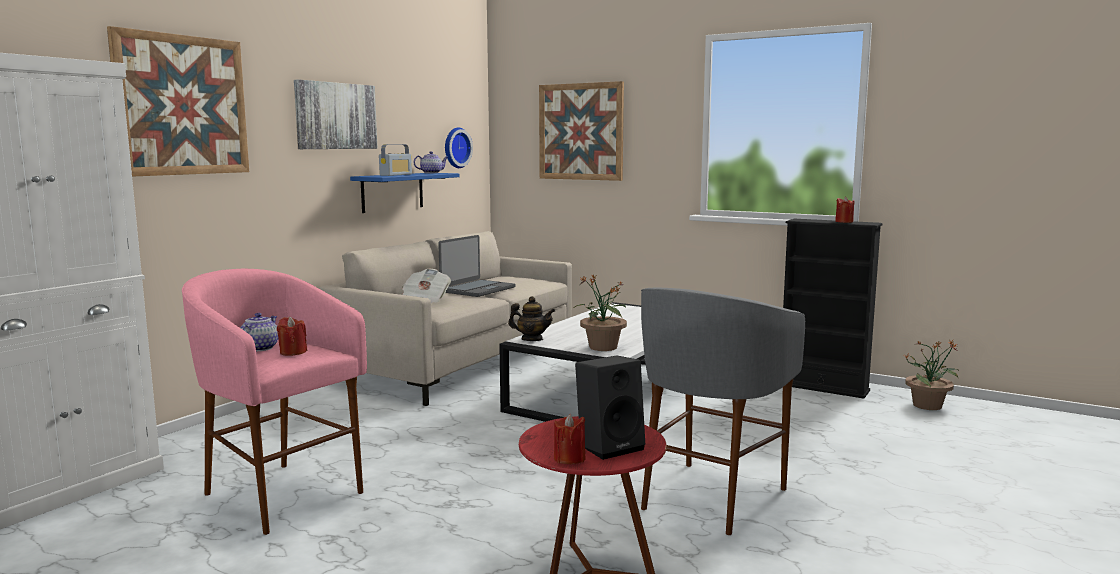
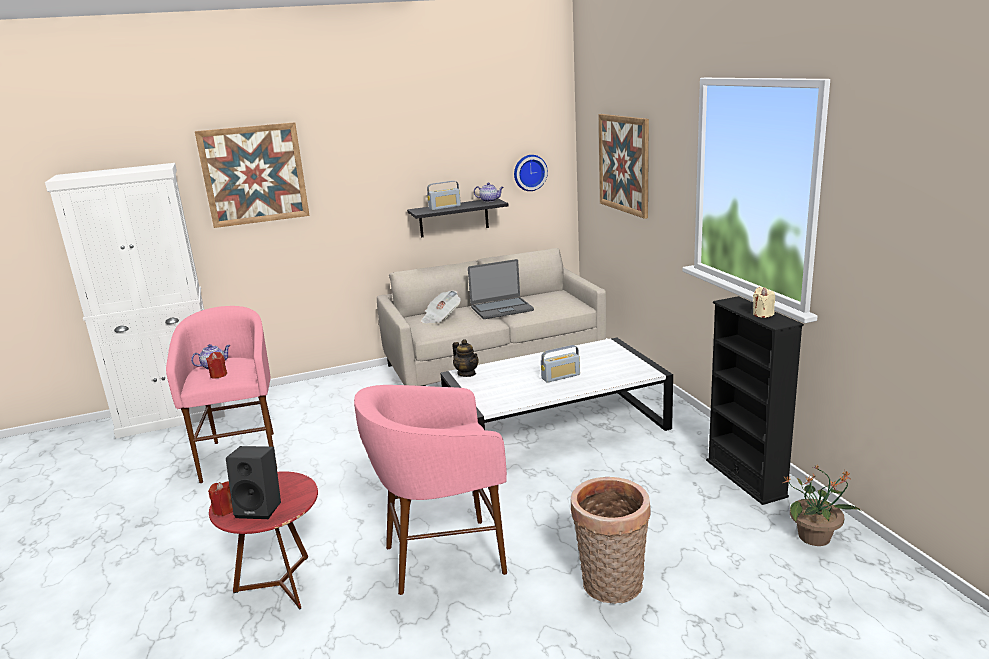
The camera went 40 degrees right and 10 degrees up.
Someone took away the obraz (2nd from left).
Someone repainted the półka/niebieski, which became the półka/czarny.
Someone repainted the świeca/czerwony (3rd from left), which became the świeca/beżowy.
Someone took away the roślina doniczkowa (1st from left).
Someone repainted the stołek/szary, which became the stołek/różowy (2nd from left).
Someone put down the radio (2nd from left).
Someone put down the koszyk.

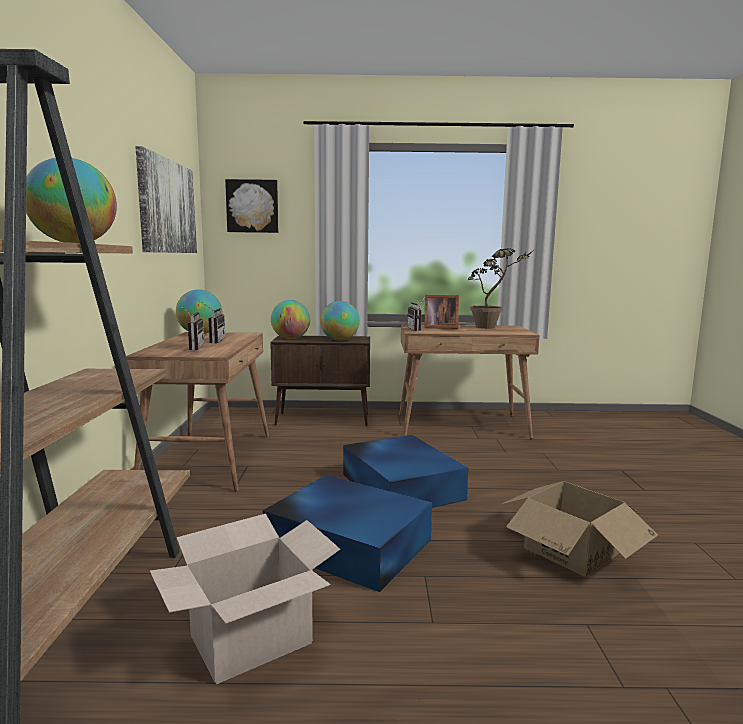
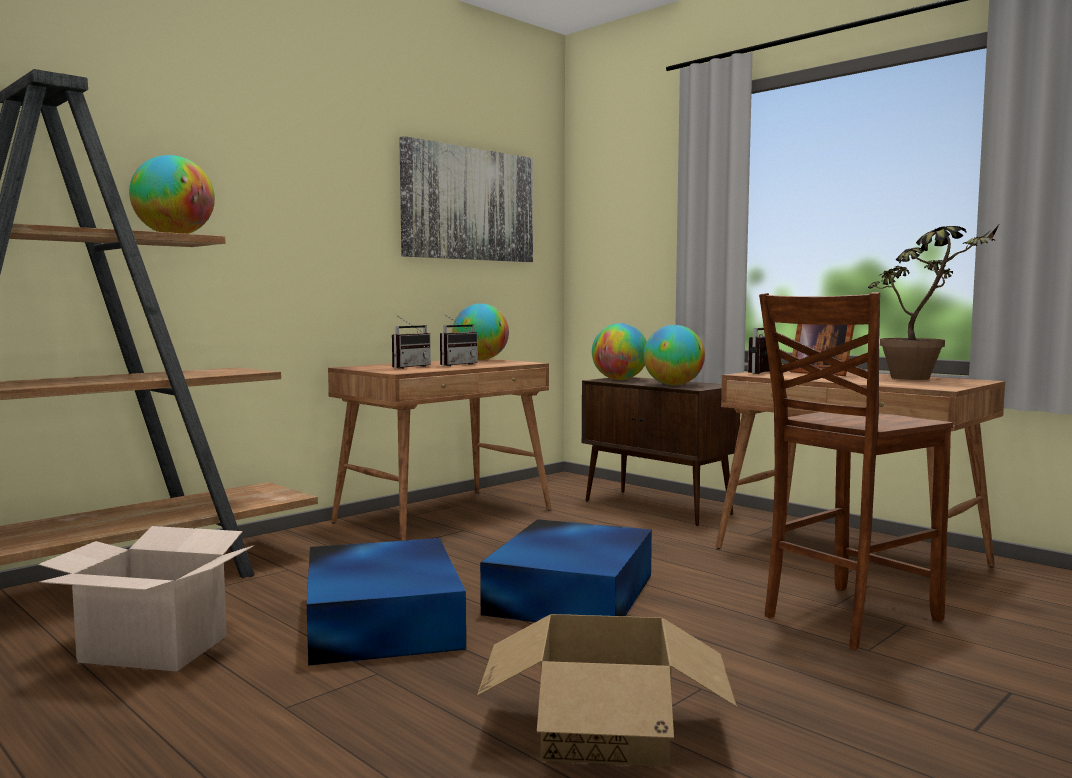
The camera went 45 degrees right and 5 degrees down.
Someone took away the obraz (2nd from left).
Someone put down the krzesło/brązowy.

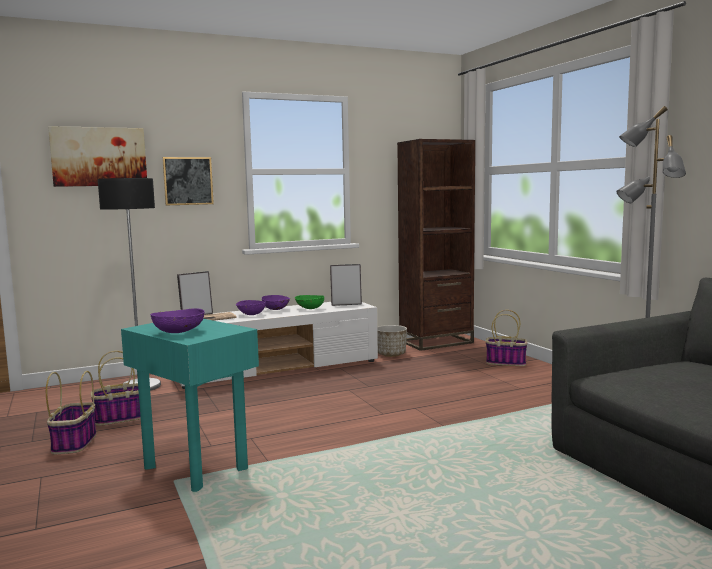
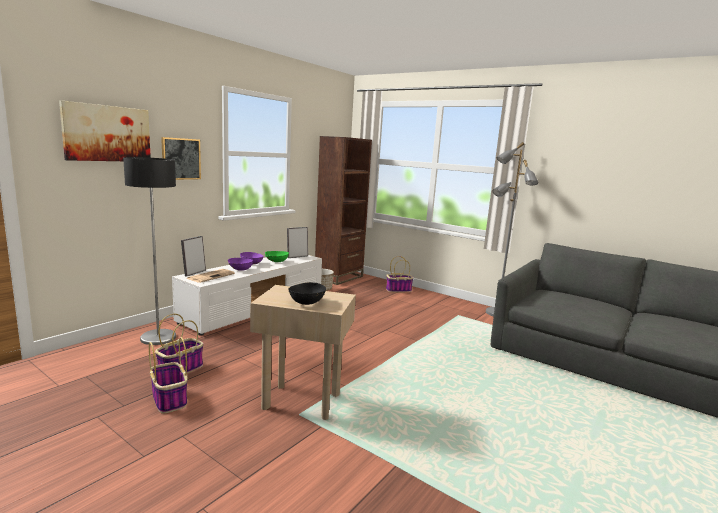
The camera went 30 degrees left and 5 degrees up.
Someone repainted the miska/fioletowy (1st from left), which became the miska/czarny.
Someone repainted the stolik/turkusowy, which became the stolik/beżowy.

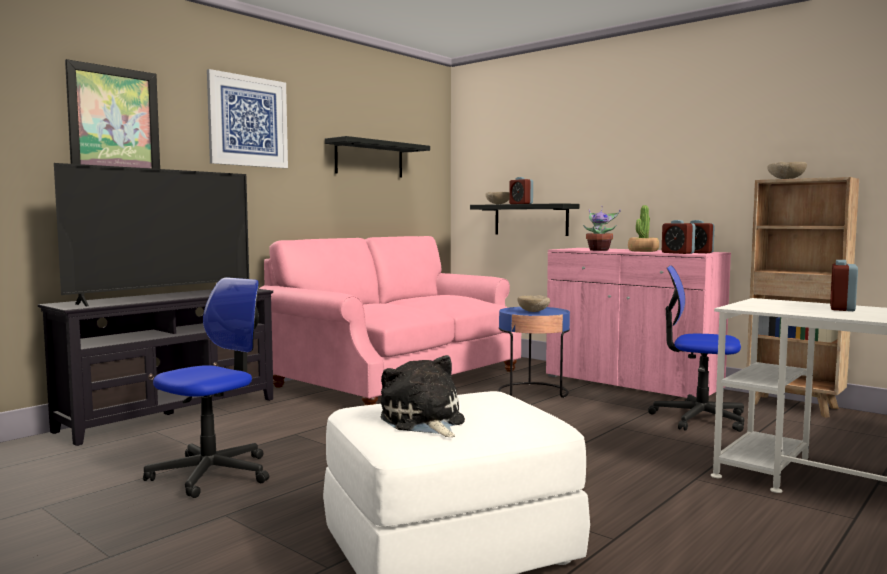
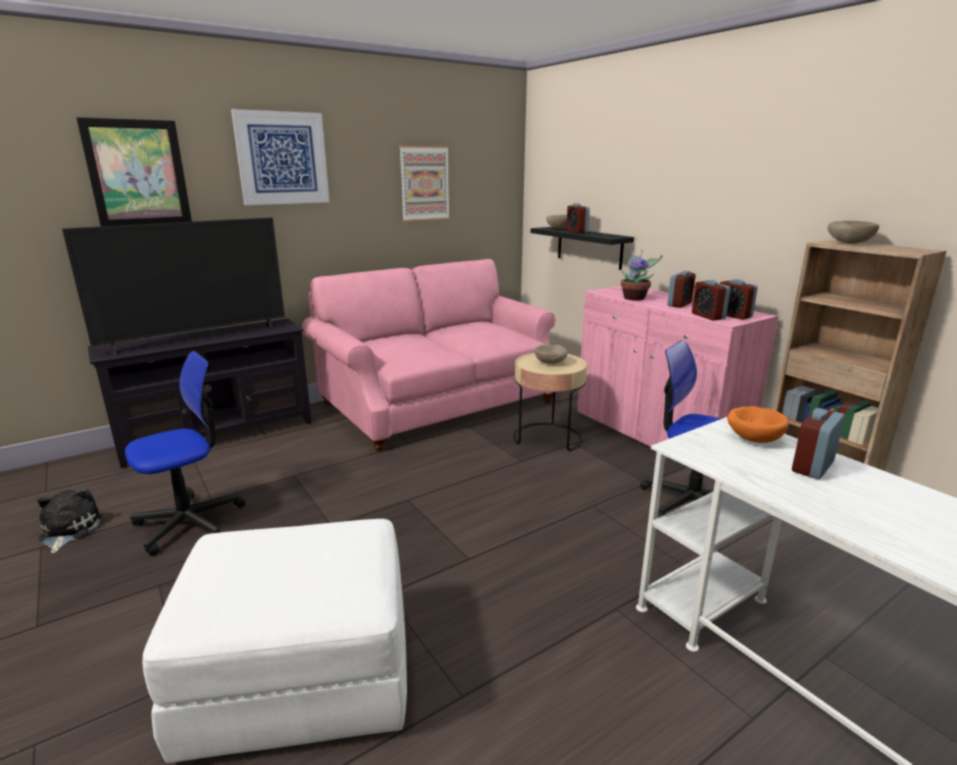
The camera went 15 degrees right and 15 degrees up.
Someone swapped the półka/czarny (1st from left) for the obraz (3rd from left).
Someone swapped the roślina doniczkowa (2nd from left) for the budzik (2nd from left).
Someone repainted the stolik/niebieski, which became the stolik/beżowy.
Someone carried the pluszak.
Someone put down the miska/pomarańczowy.

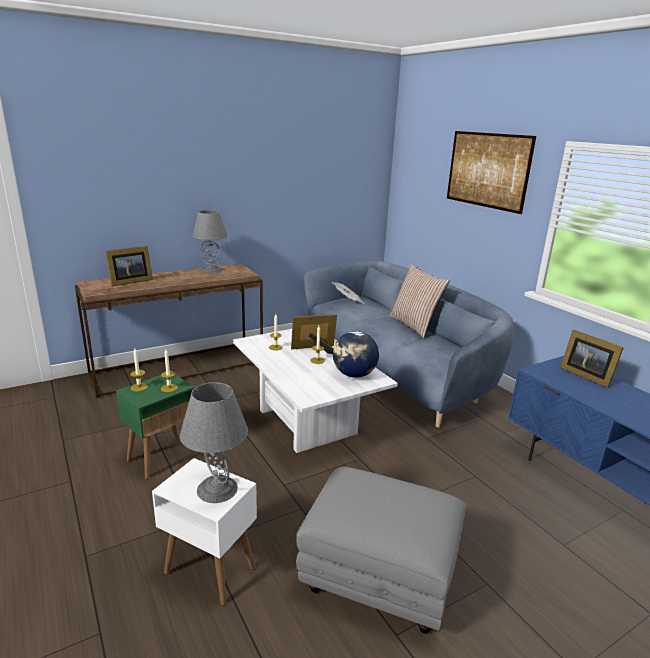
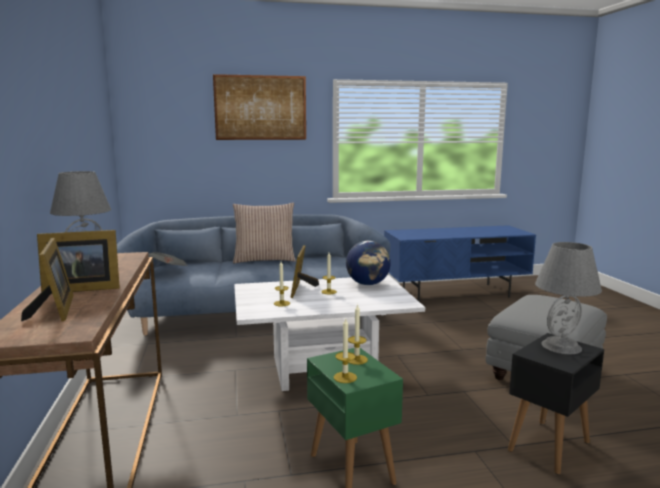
The camera went 70 degrees left and 10 degrees down.
Someone carried the ramka na zdjęcie (3rd from left in the first image).
Someone repainted the stolik/biały, which became the stolik/czarny.

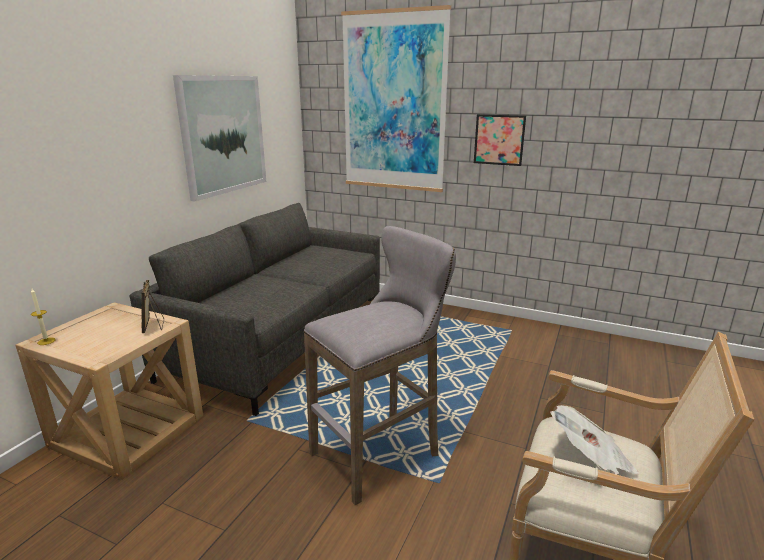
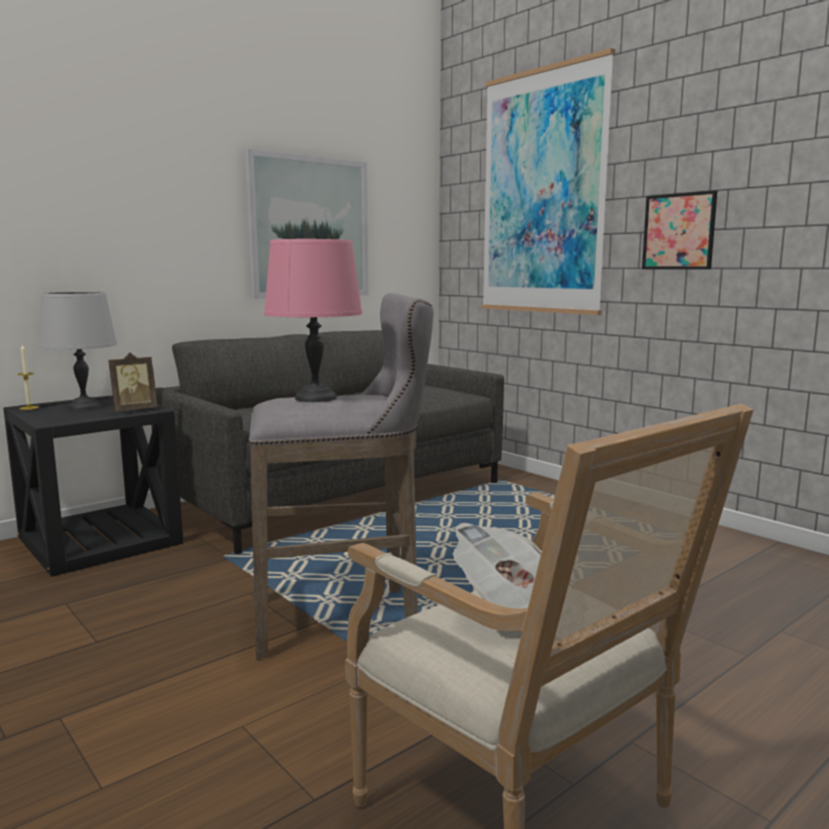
The camera went 25 degrees right and 10 degrees down.
Someone rotated the ramka na zdjęcie by 135 degrees counterclockwise.
Someone repainted the stolik/beżowy, which became the stolik/czarny.
Someone put down the lampa stołowa/różowy.
Someone put down the lampa stołowa/szary.

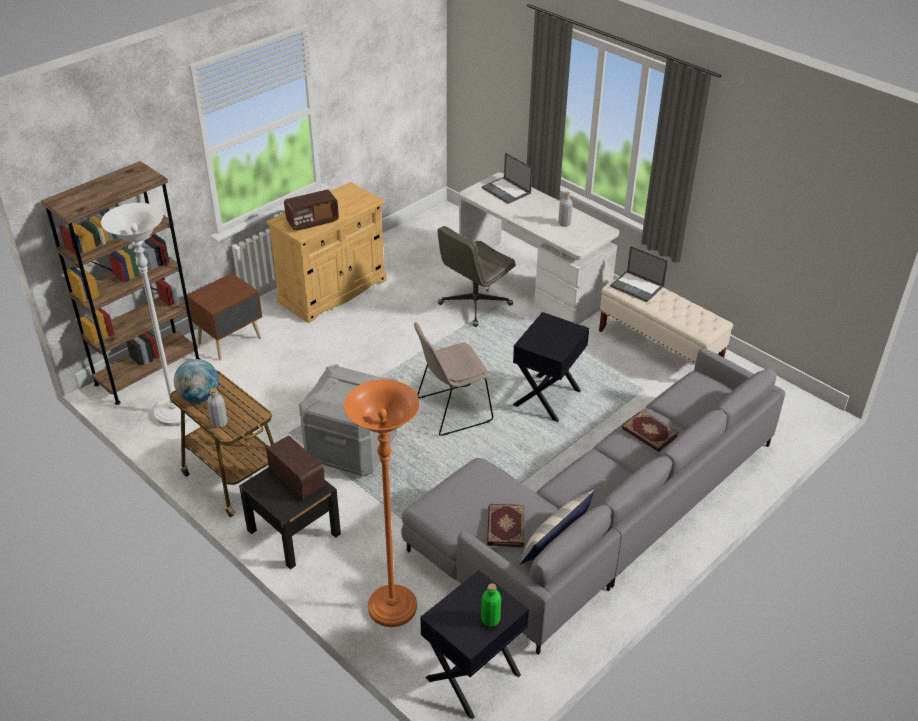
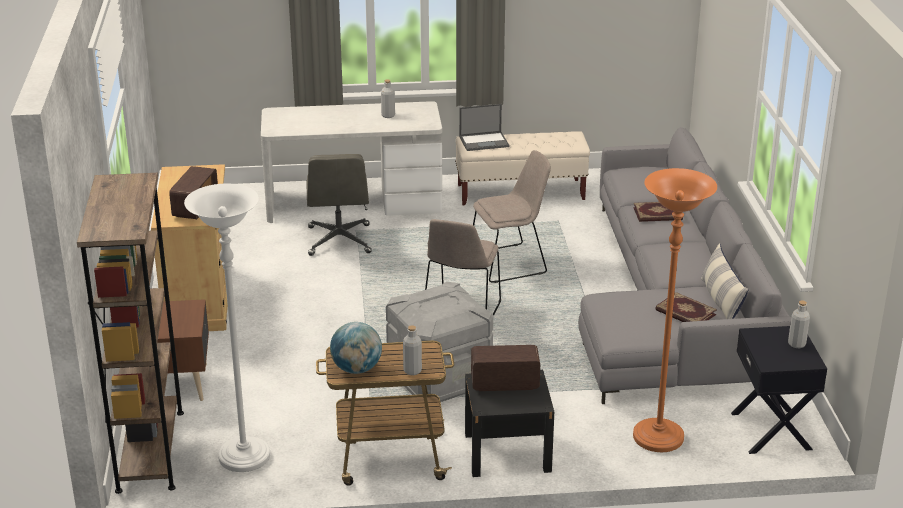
The camera went 50 degrees left and 10 degrees down.
Someone took away the laptop (1st from left).
Someone swapped the stolik/czarny (2nd from left) for the krzesło/beżowy (2nd from left).
Someone repainted the butelka/zielony, which became the butelka/szary (3rd from left).

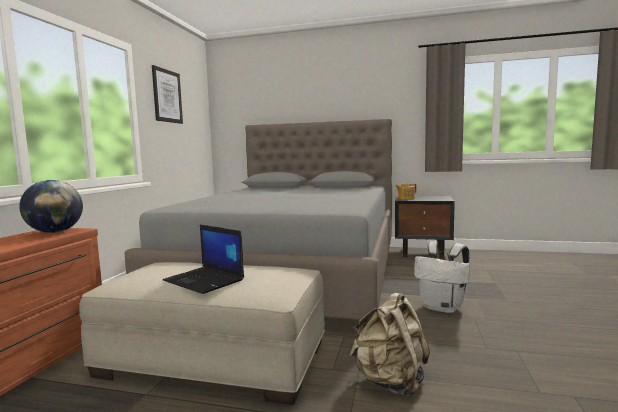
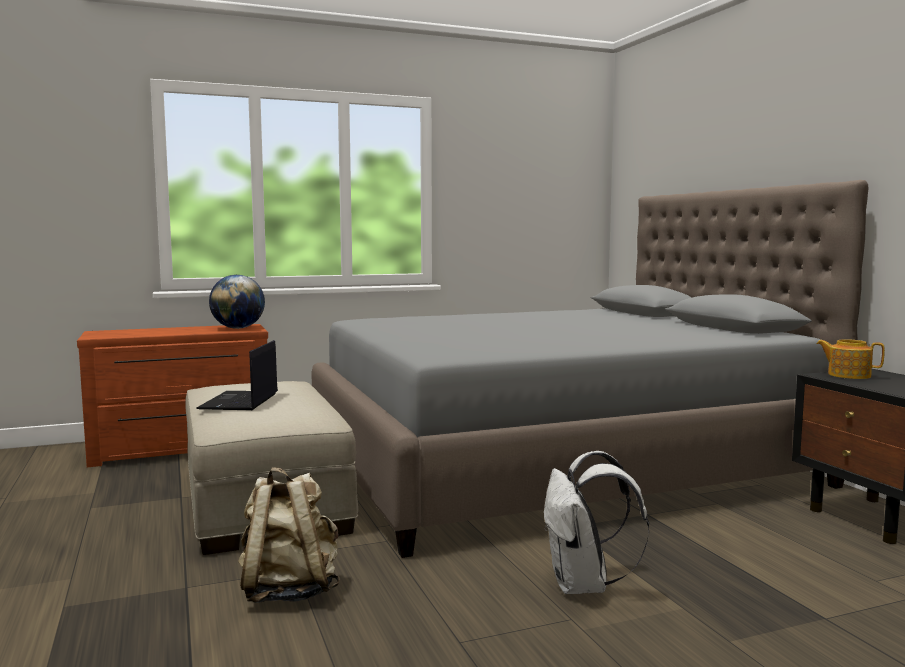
The camera went 55 degrees right and 0 degrees up.
Someone took away the obraz.

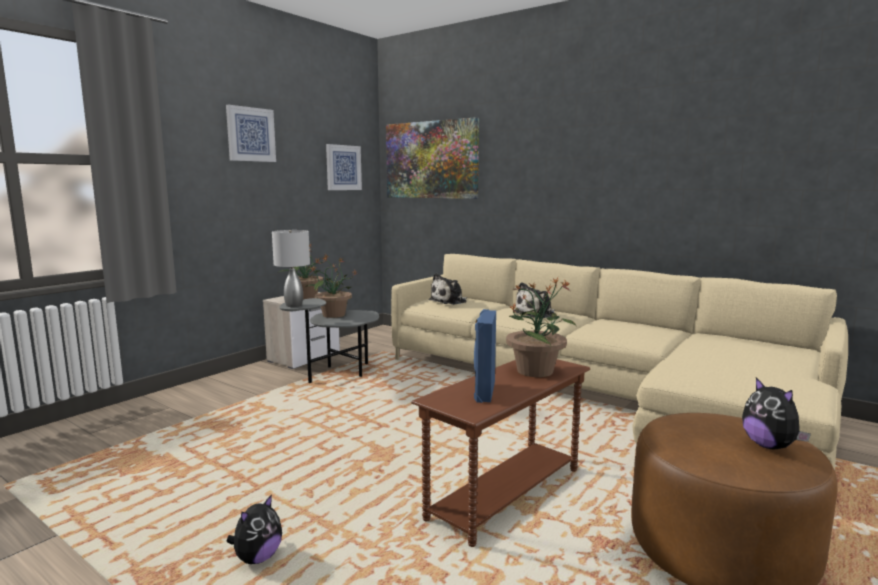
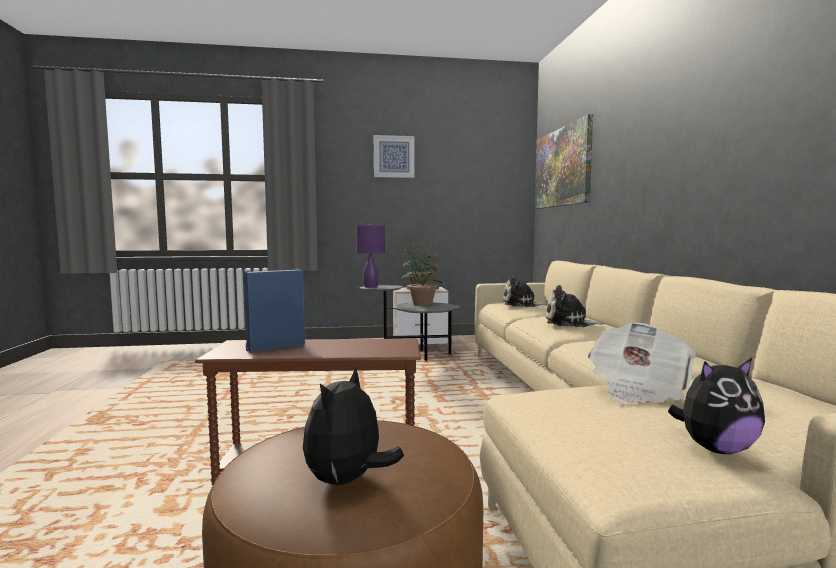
The camera went 45 degrees right and 5 degrees down.
Someone took away the obraz (2nd from left).
Someone repainted the lampa stołowa/szary, which became the lampa stołowa/fioletowy.
Someone took away the roślina doniczkowa (3rd from left).
Someone carried the pluszak (1st from left in the first image).
Someone put down the gazeta.

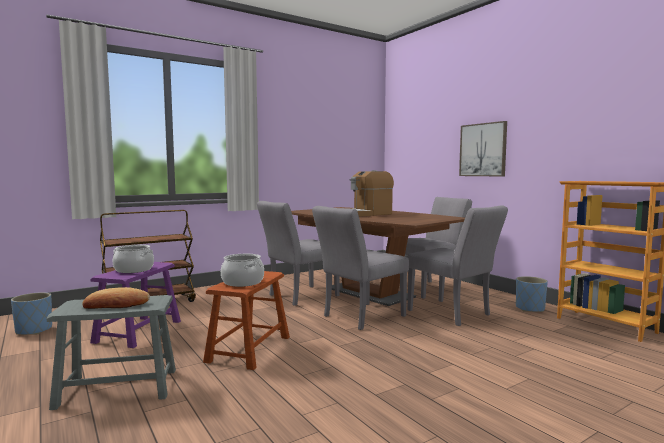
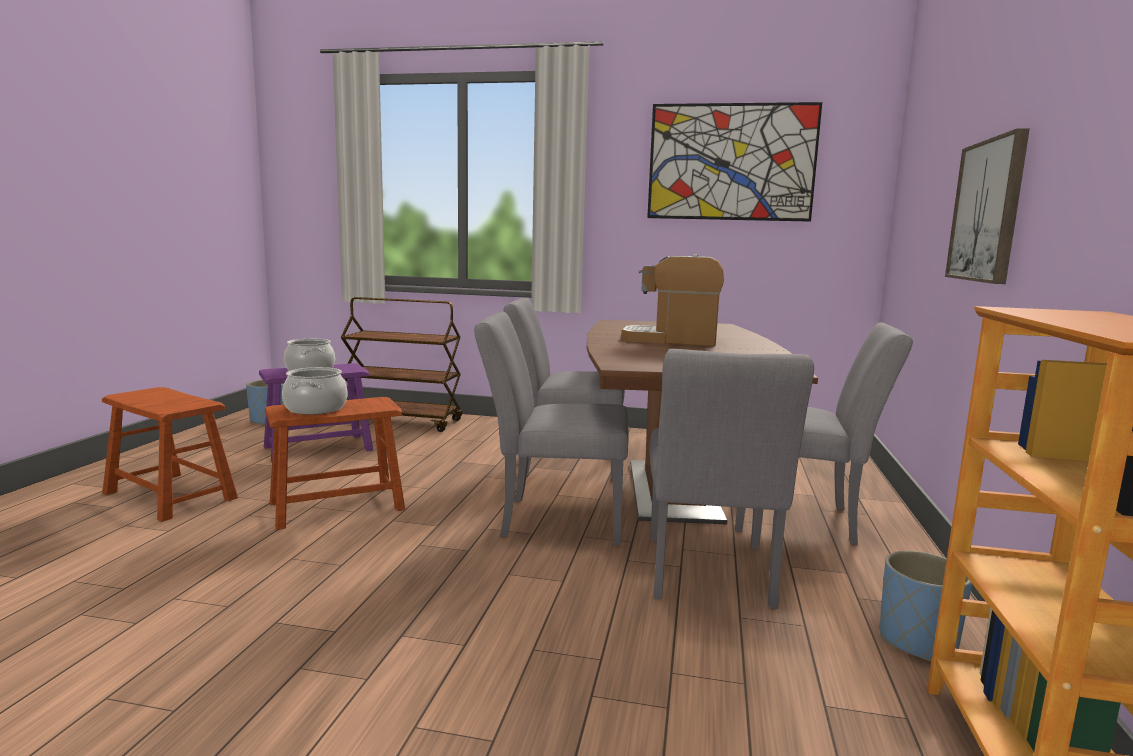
The camera went 45 degrees right and 5 degrees up.
Someone took away the chleb.
Someone repainted the stołek/szary, which became the stołek/brązowy (1st from left).
Someone put up the obraz (1st from left).

